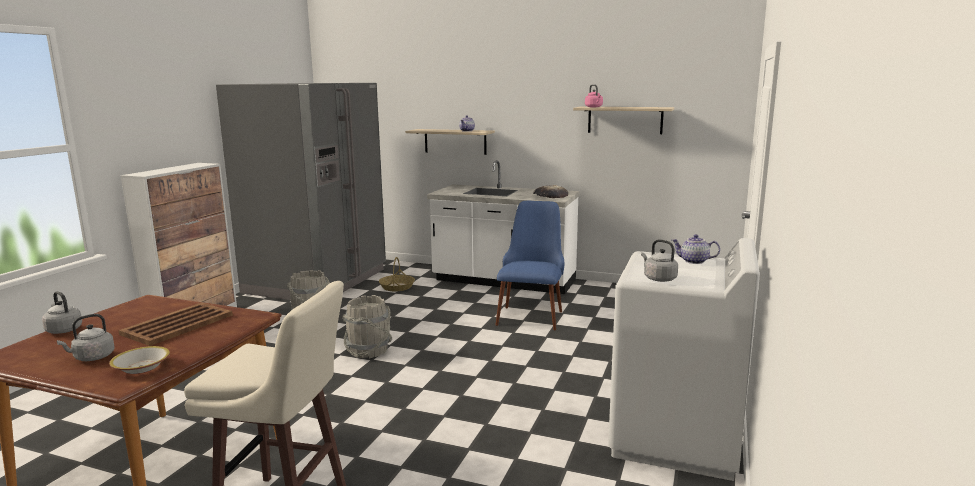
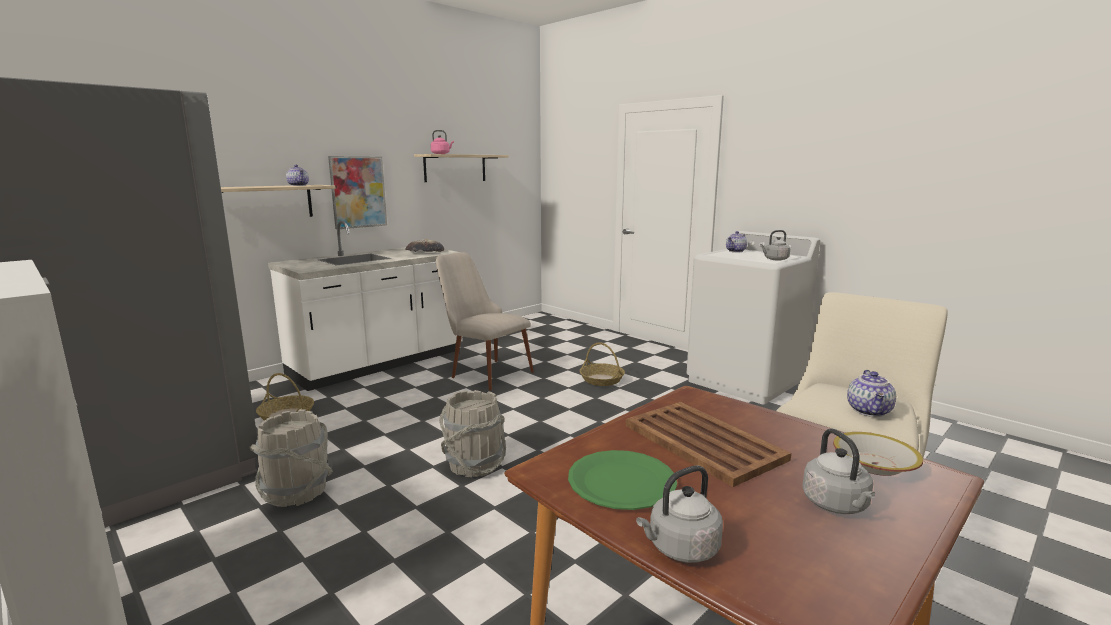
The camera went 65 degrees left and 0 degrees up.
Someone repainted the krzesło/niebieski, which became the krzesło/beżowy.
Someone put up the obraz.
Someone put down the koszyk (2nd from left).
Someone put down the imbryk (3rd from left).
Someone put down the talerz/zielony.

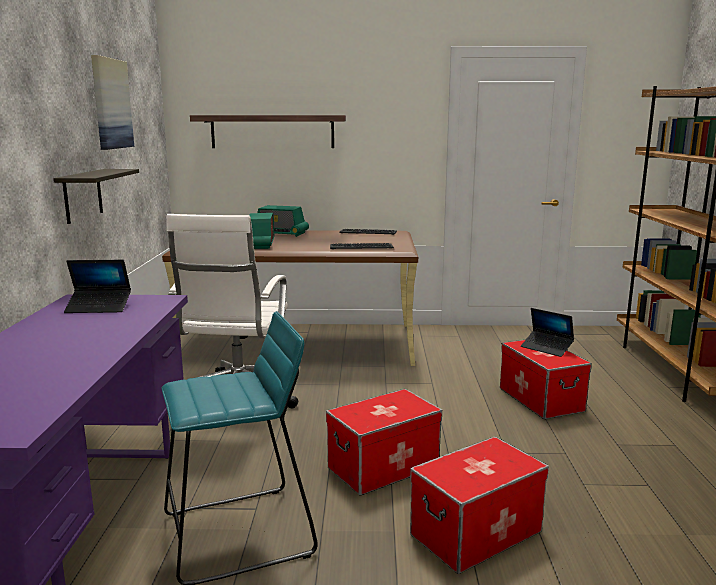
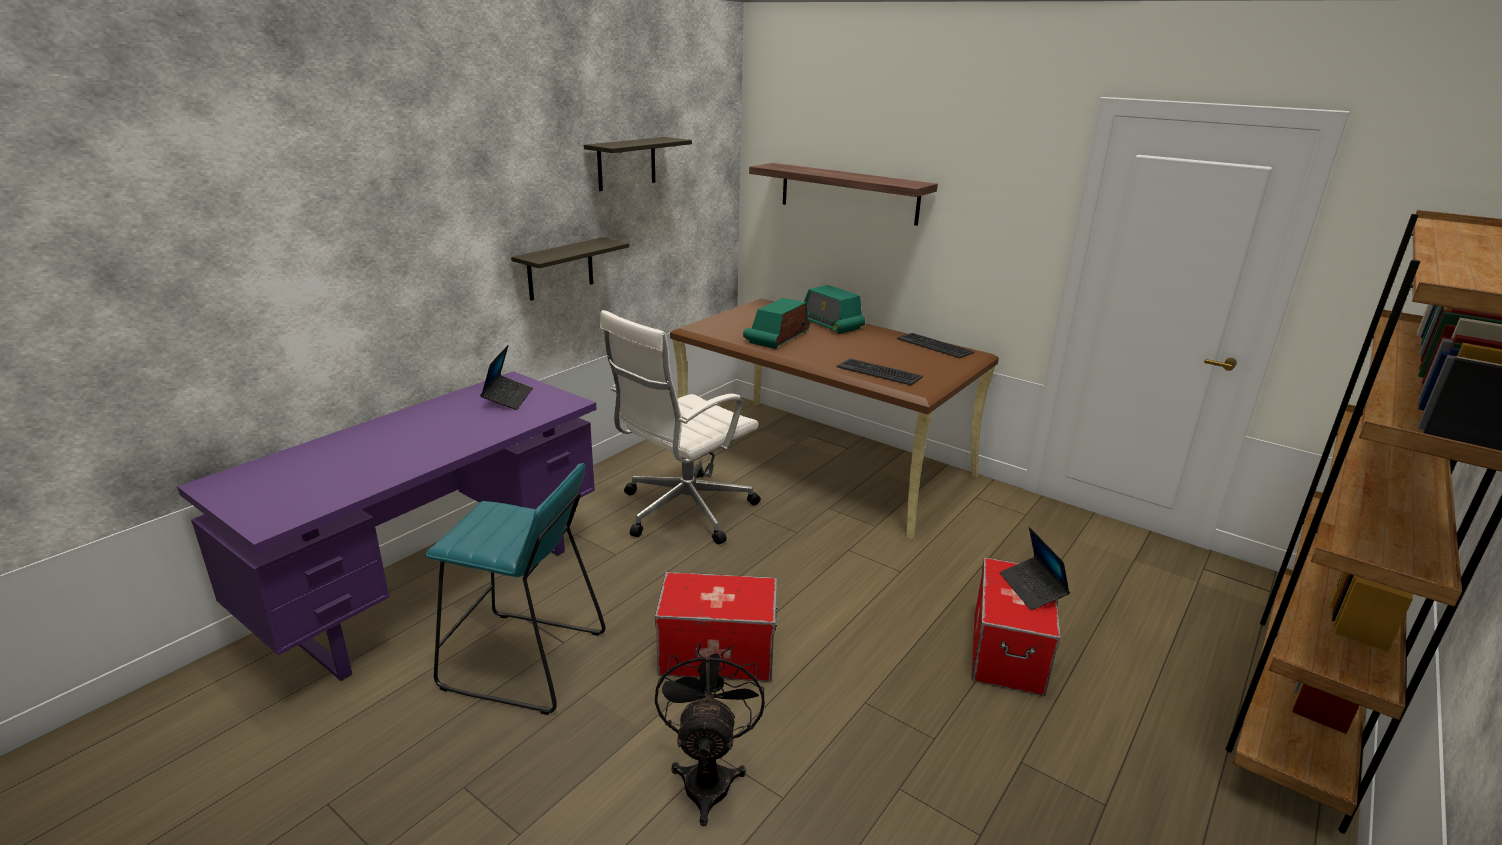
The camera went 35 degrees right and 10 degrees up.
Someone swapped the obraz for the półka (2nd from left).
Someone rotated the laptop (1st from left) by 120 degrees counterclockwise.
Someone swapped the pojemnik do przechowywania (2nd from left) for the wentylator/czarny.

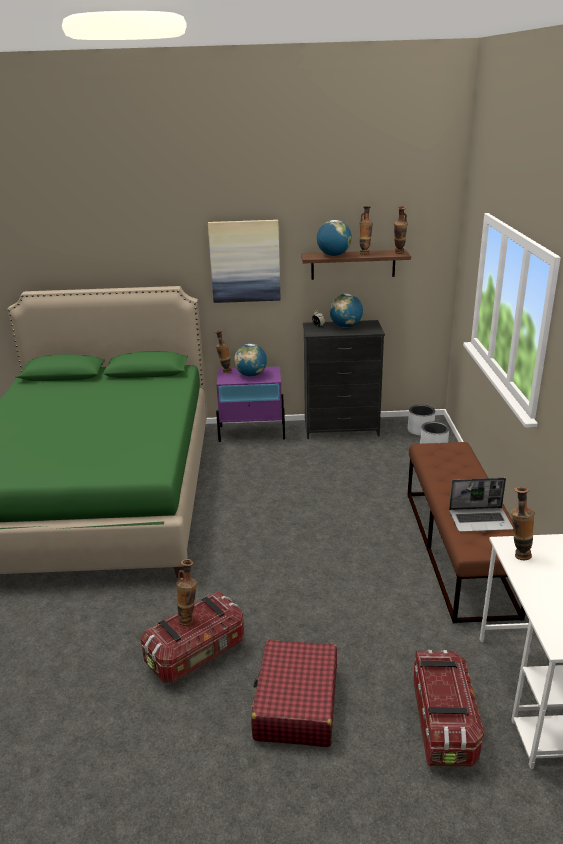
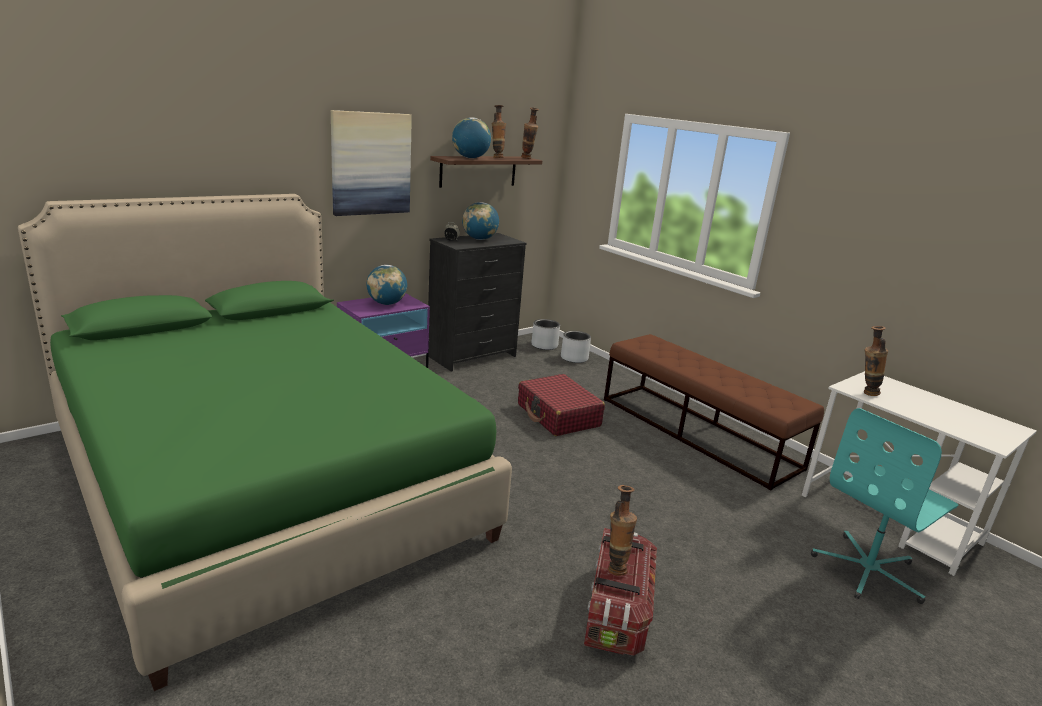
The camera went 40 degrees left and 5 degrees down.
Someone took away the wazon (2nd from left).
Someone took away the laptop.
Someone carried the walizka/czerwony.
Someone swapped the pojemnik do przechowywania (2nd from left) for the krzesło biurowe/turkusowy.

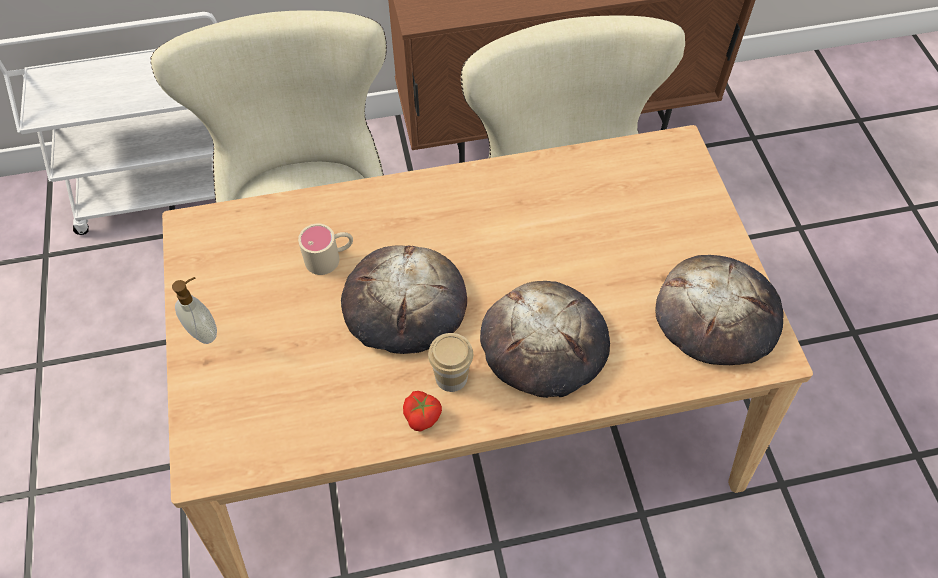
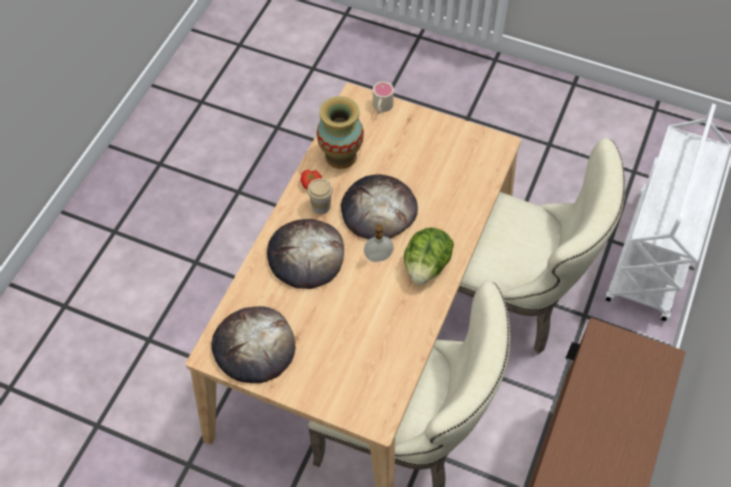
The camera went 125 degrees right and 0 degrees up.
Someone carried the kubek/beżowy.
Someone carried the dozownik mydła.
Someone put down the wazon.
Someone put down the sałata.

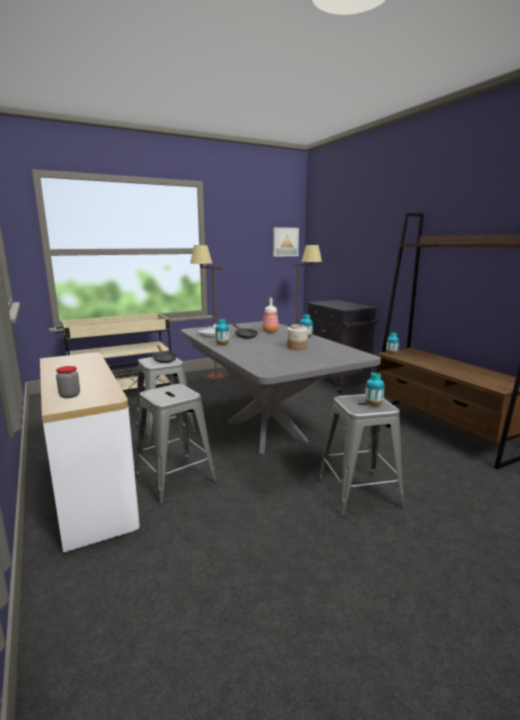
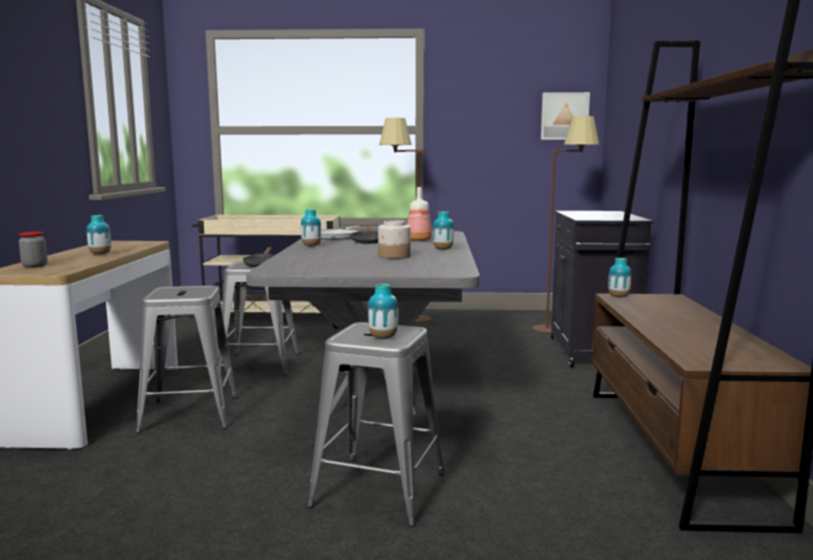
The camera went 30 degrees right and 5 degrees down.
Someone put down the wazon (1st from left).

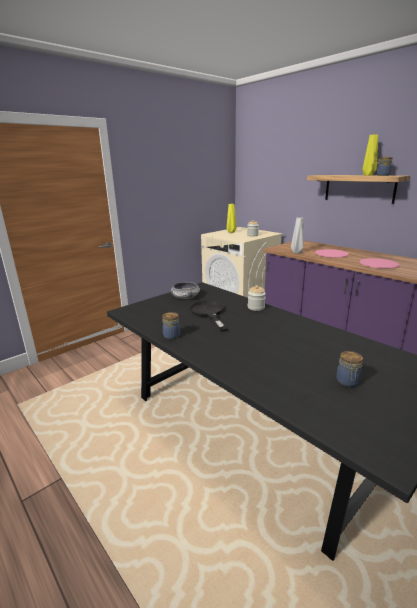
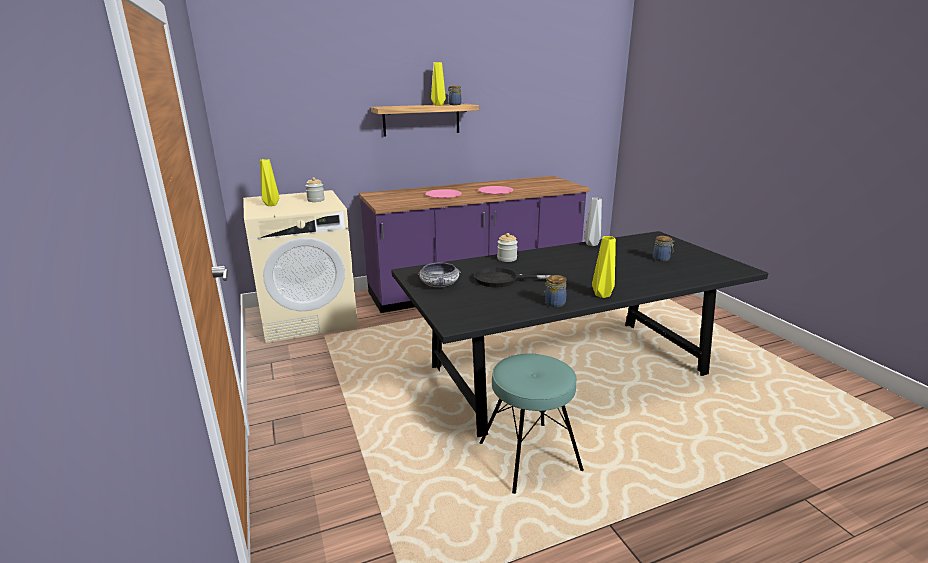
The camera went 70 degrees left and 0 degrees up.
Someone carried the wazon/szary.
Someone put down the wazon/żółty (3rd from left).
Someone put down the stołek/turkusowy.

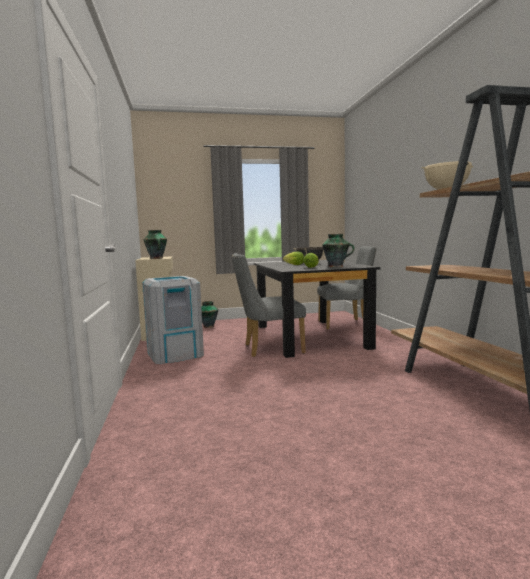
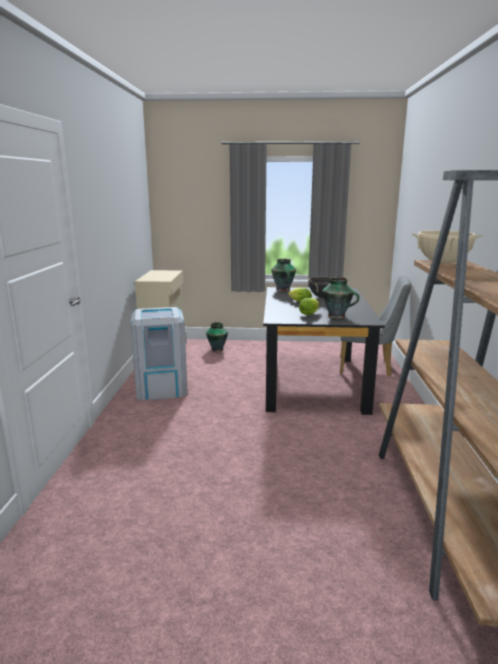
The camera went 15 degrees right and 10 degrees up.
Someone carried the wazon (1st from left in the first image).
Someone took away the krzesło/szary (1st from left).

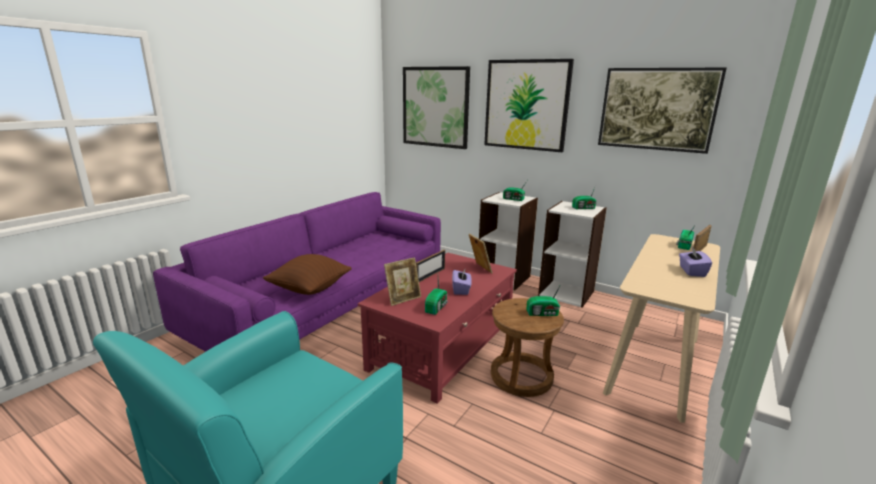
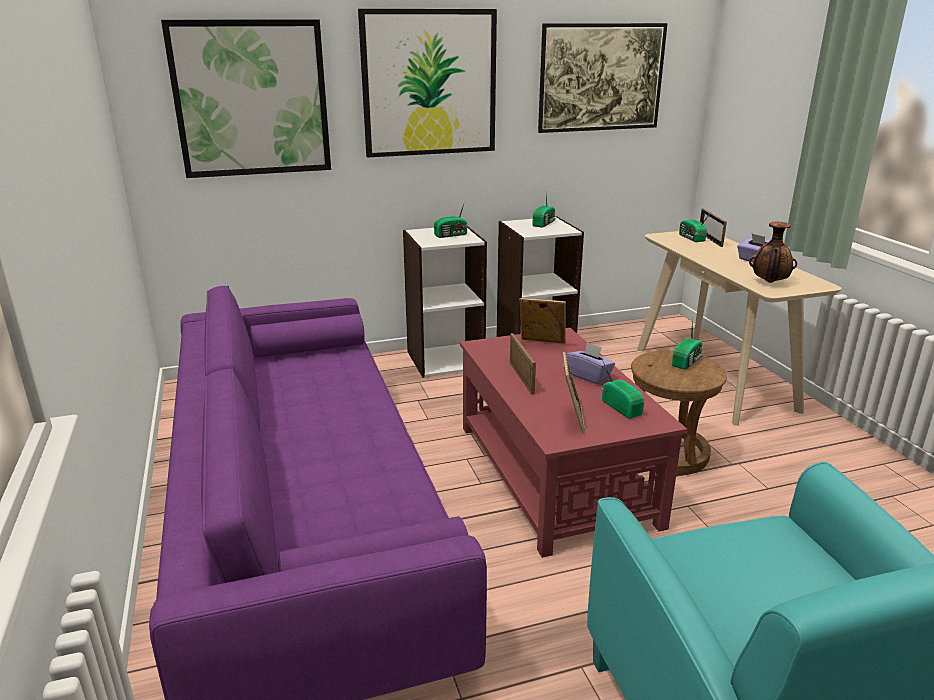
The camera went 50 degrees left and 5 degrees up.
Someone took away the poduszka/brązowy.
Someone put down the wazon.

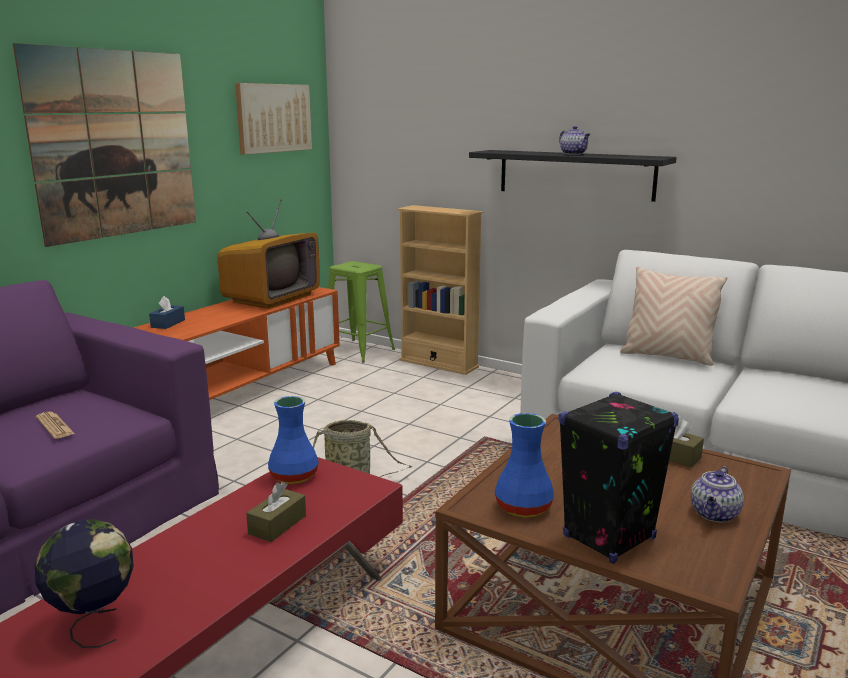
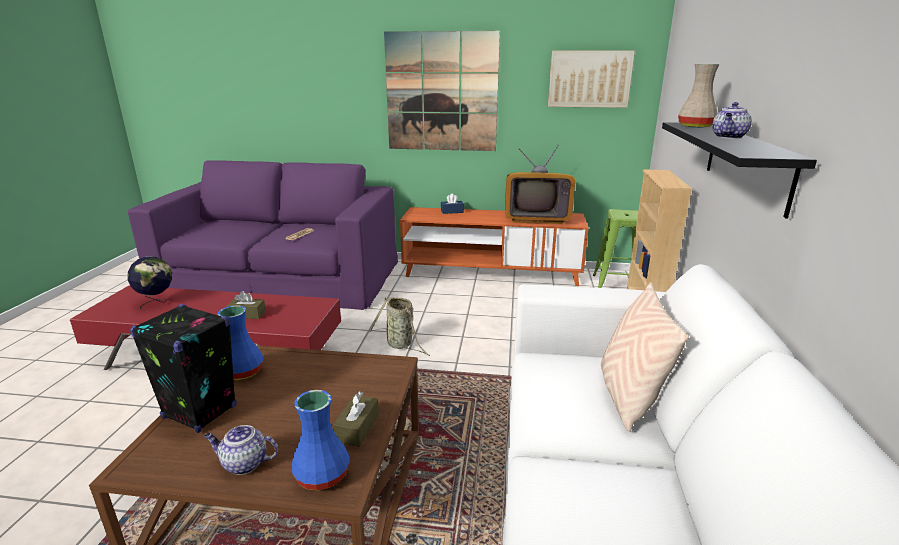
The camera went 65 degrees right and 5 degrees up.
Someone carried the wazon/niebieski (1st from left in the first image).
Someone put down the wazon/beżowy.

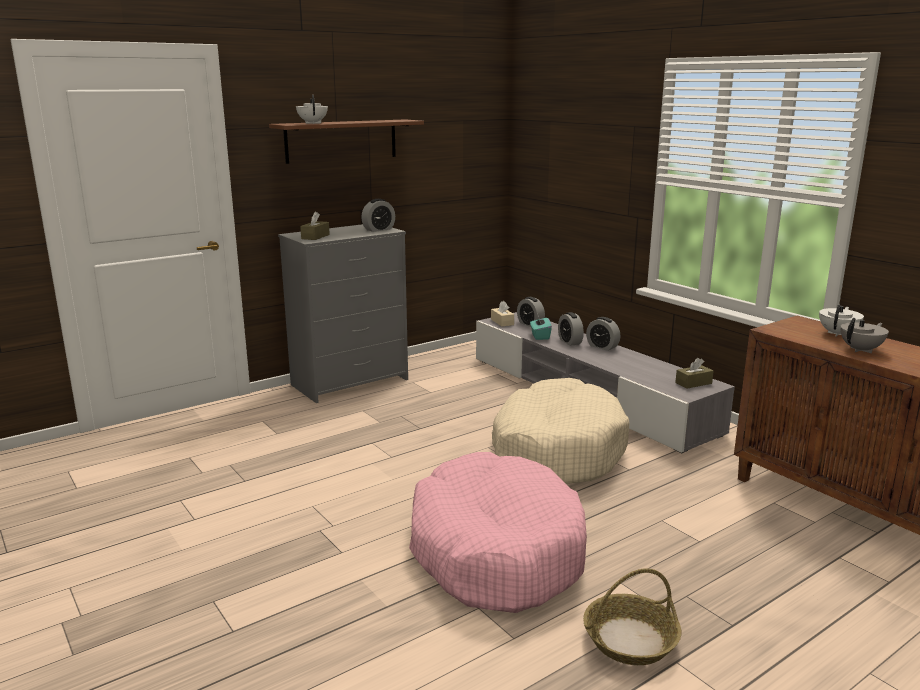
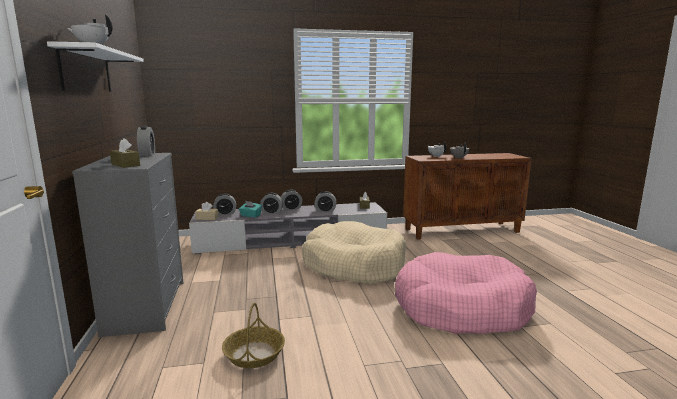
The camera went 65 degrees left and 5 degrees down.
Someone repainted the półka/brązowy, which became the półka/biały.
Someone carried the koszyk.
Someone put down the budzik (5th from left).

